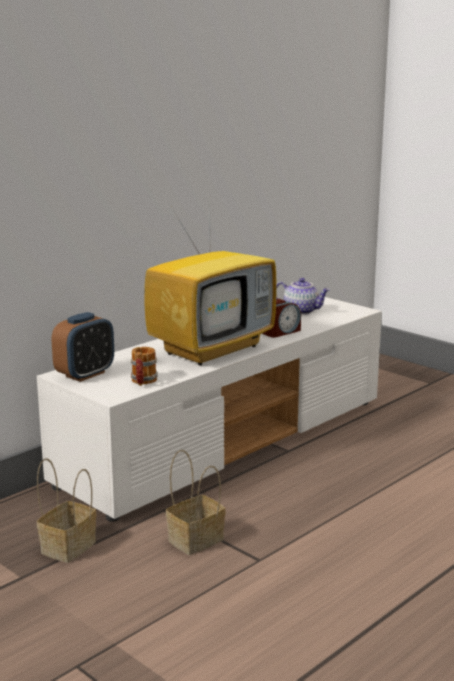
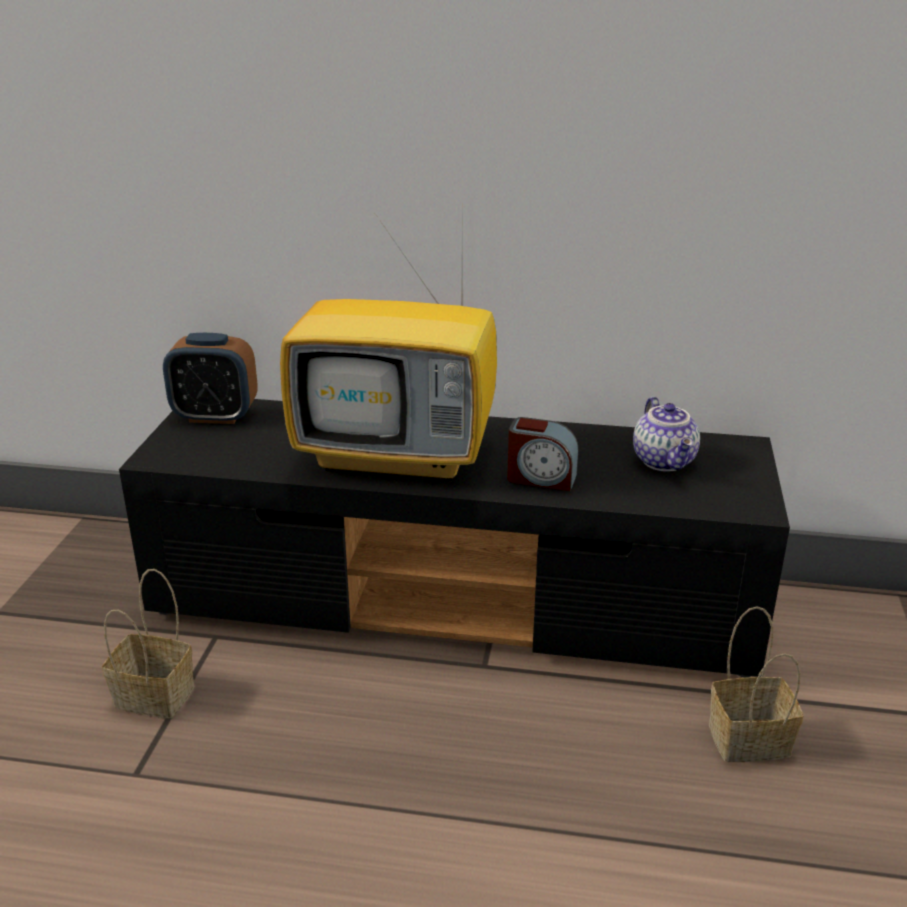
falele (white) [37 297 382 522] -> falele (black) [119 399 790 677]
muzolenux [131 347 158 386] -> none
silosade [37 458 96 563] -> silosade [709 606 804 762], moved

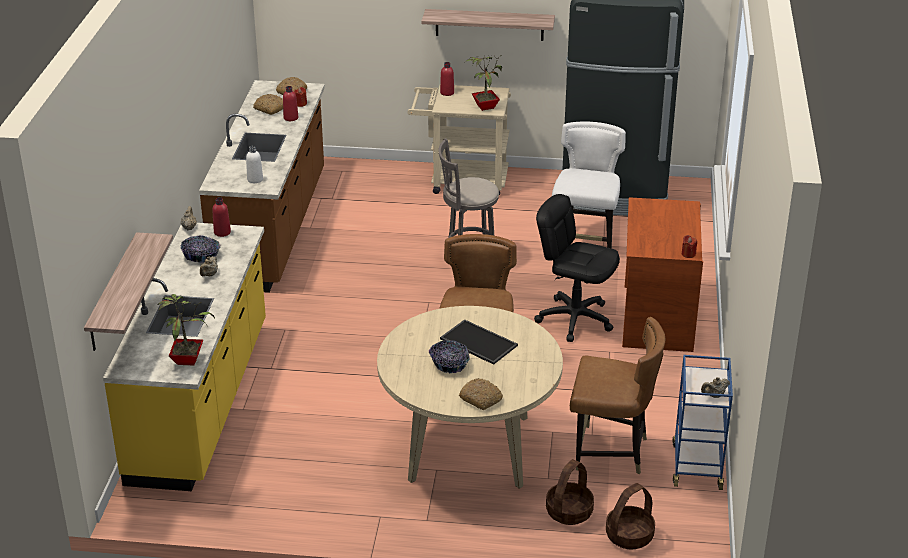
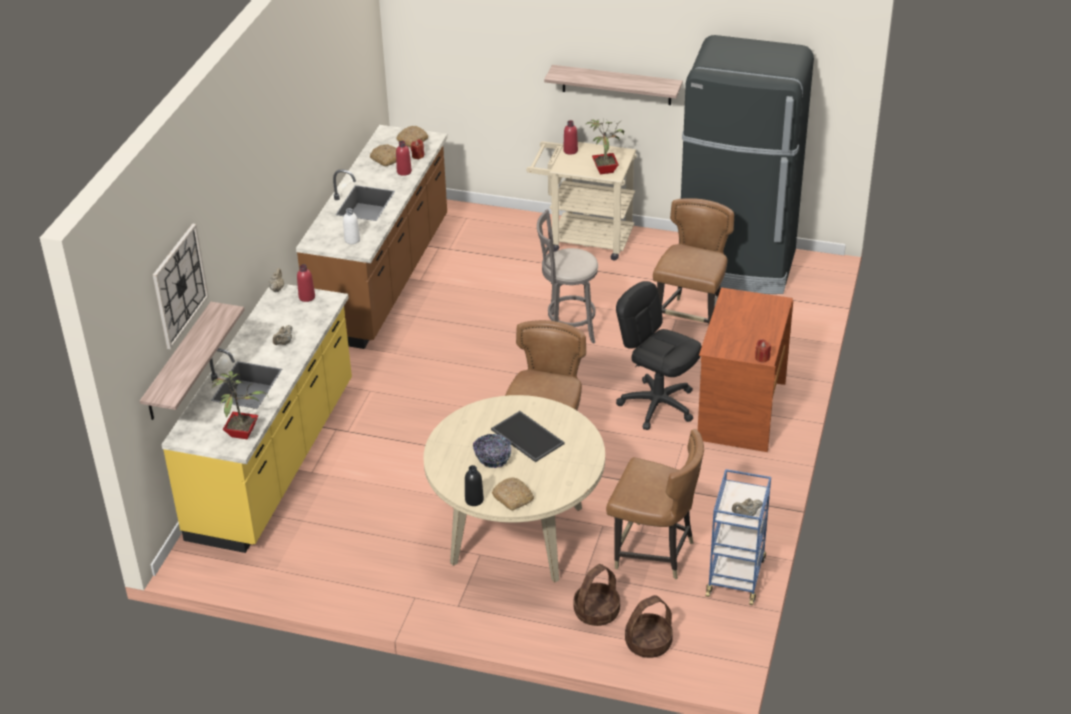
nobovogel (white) [552 121 626 249] -> nobovogel (brown) [653 198 734 323]
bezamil [180 235 221 263] -> none
none -> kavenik [153 224 209 349]
none -> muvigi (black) [465 465 484 506]

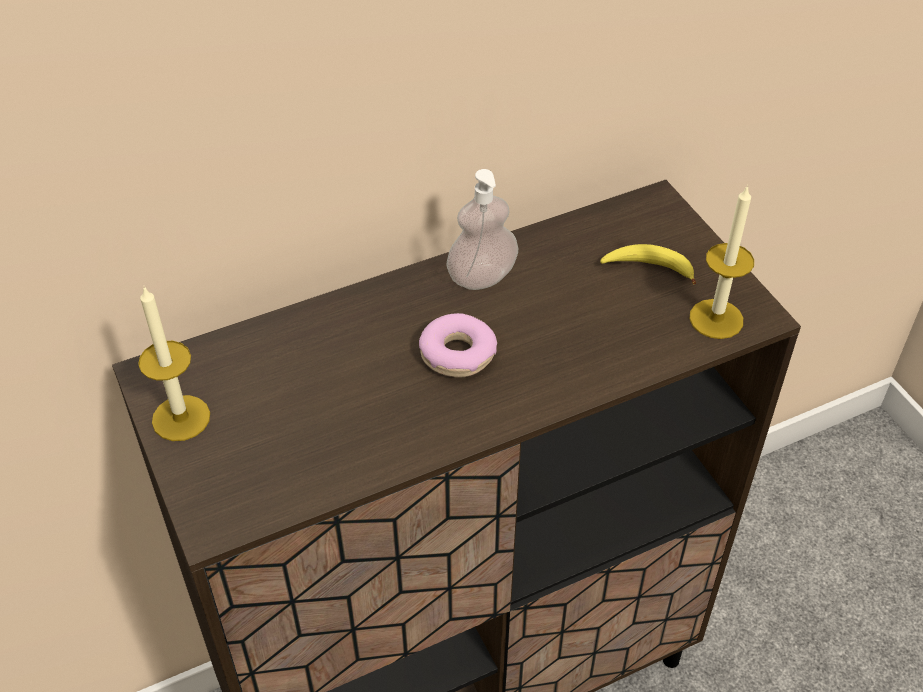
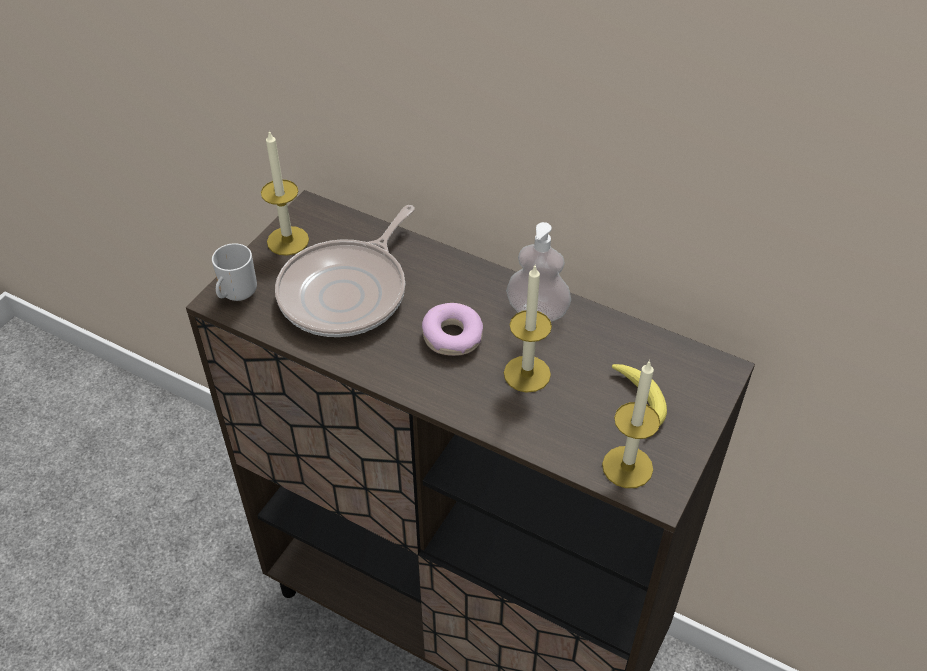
none -> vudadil [275 205 415 337]
none -> muzolenux [212 243 257 301]
none -> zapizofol [504 266 552 393]

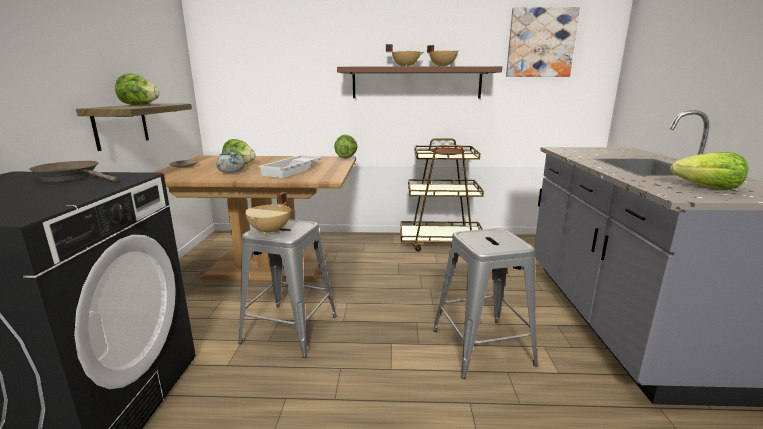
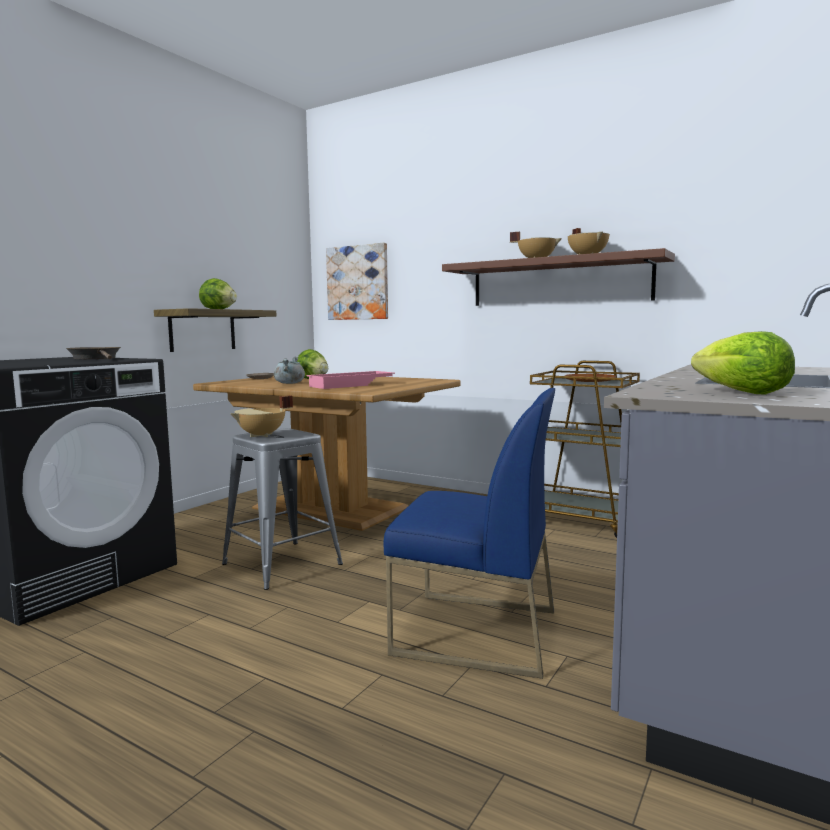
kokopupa [506 7 580 77] -> kokopupa [326 243 388 320], moved
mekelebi [334 134 358 159] -> none
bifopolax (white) [258 155 322 178] -> bifopolax (pink) [306 371 395 389]
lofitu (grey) [433 228 538 379] -> nobovogel (blue) [384 388 556 679]

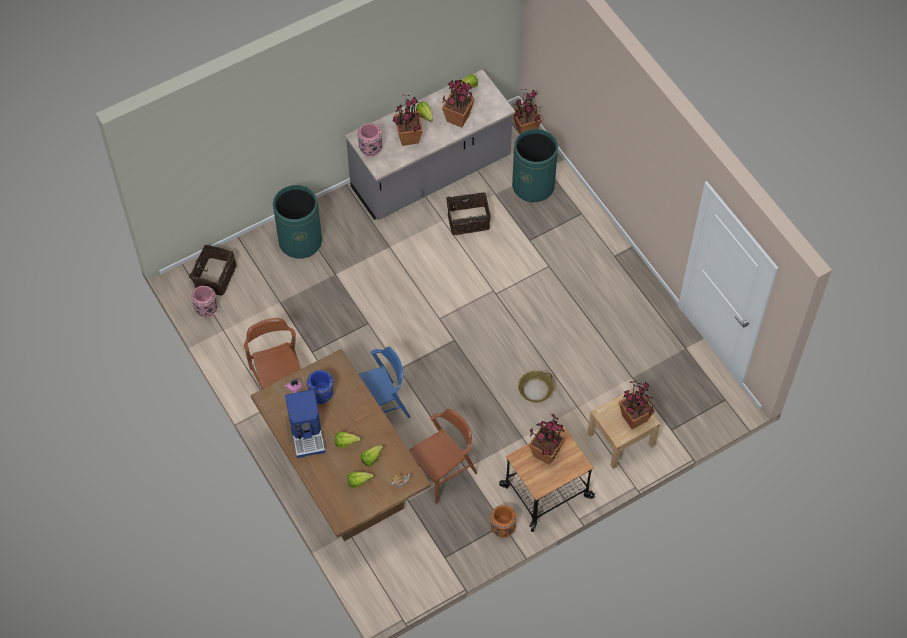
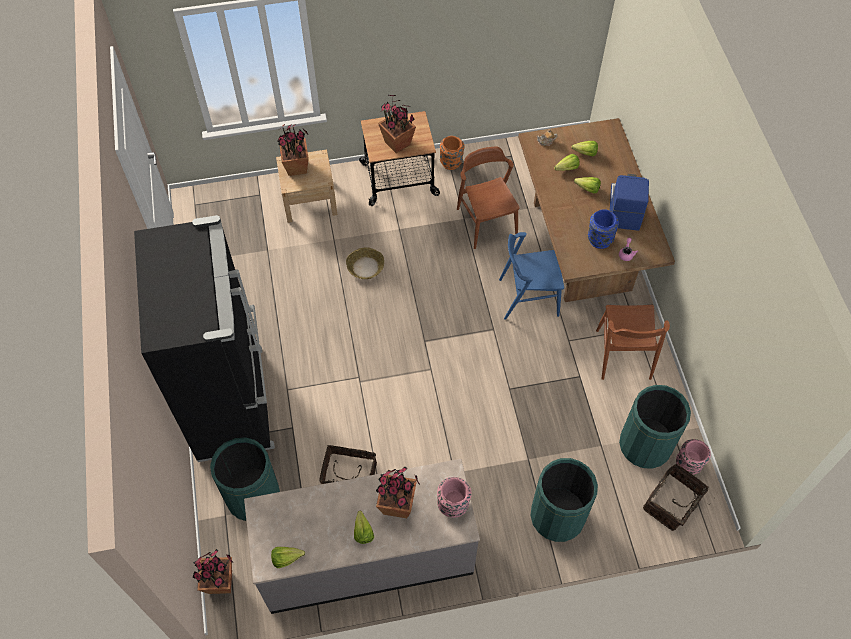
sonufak [442 80 475 127] -> none
nobovogel (brown) [409 409 477 504] -> nobovogel (brown) [457 147 520 249], 90 degrees clockwise
none -> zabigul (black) [134 215 275 462]
none -> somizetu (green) [619 385 691 469]

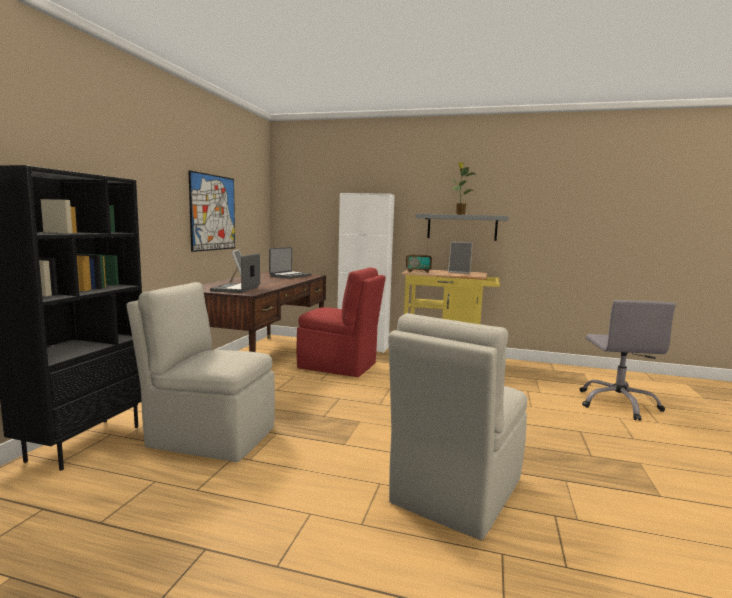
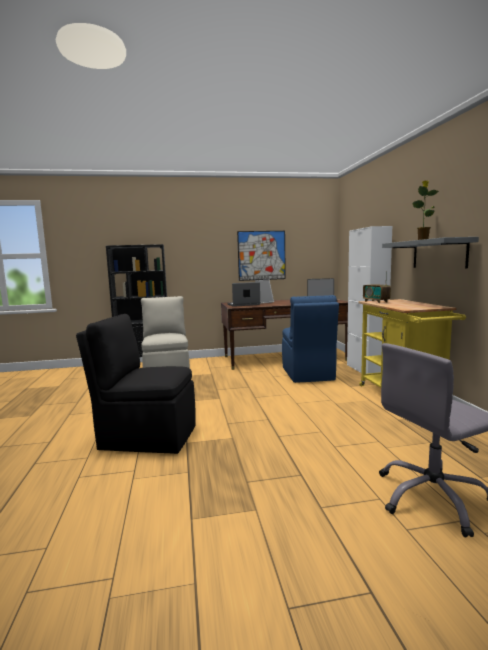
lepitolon [448 241 473 273] -> none
nobovogel (red) [297 267 386 377] -> nobovogel (blue) [282 295 339 383]
nobovogel (beige) [388 313 527 540] -> nobovogel (black) [76 314 196 454]

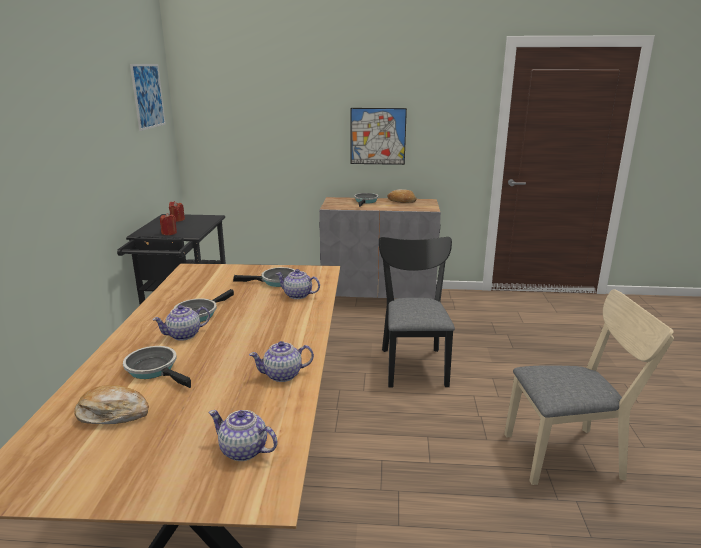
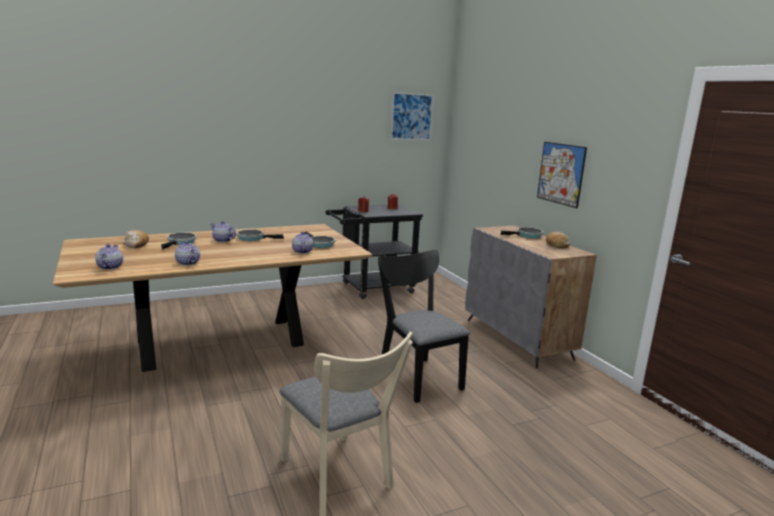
nobovogel (black) [379 237 455 387] -> nobovogel (black) [378 250 470 403], 90 degrees counterclockwise

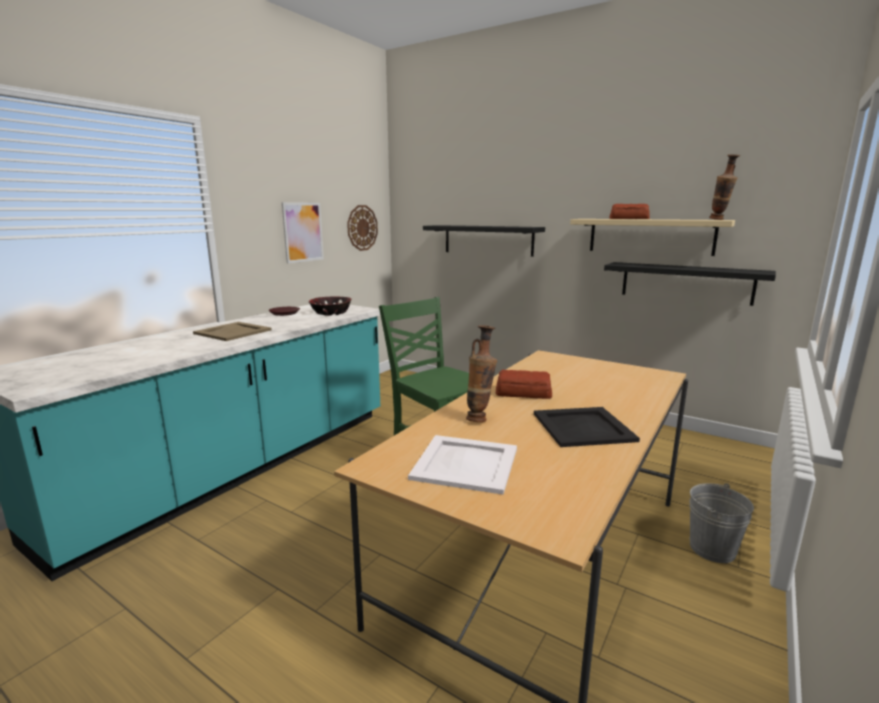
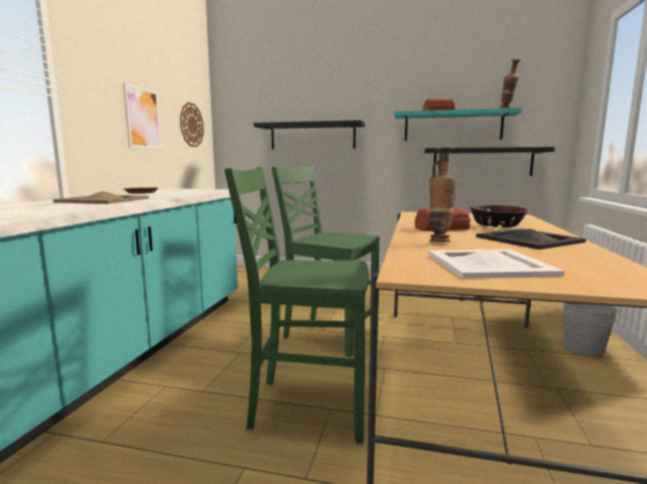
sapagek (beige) [570 219 735 256] -> sapagek (turquoise) [394 108 522 141]
bezamil [309 296 352 316] -> bezamil [470 205 529 228], moved
none -> nobovogel (green) [224 167 369 444]

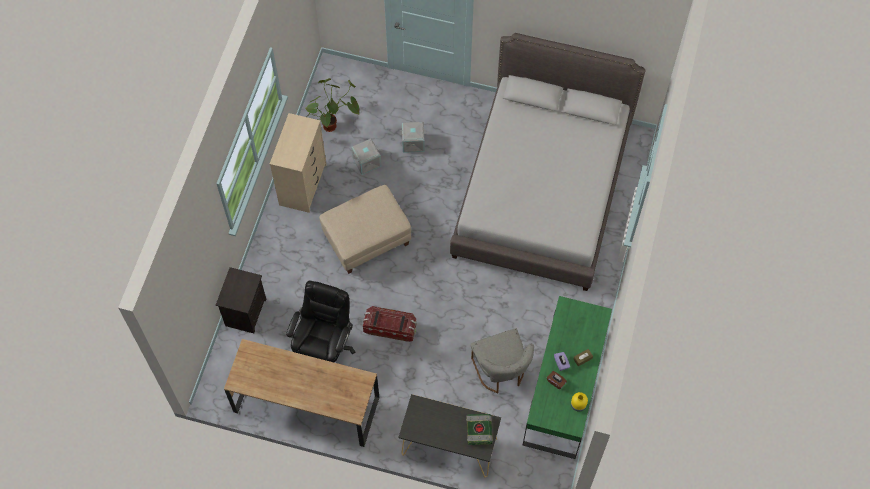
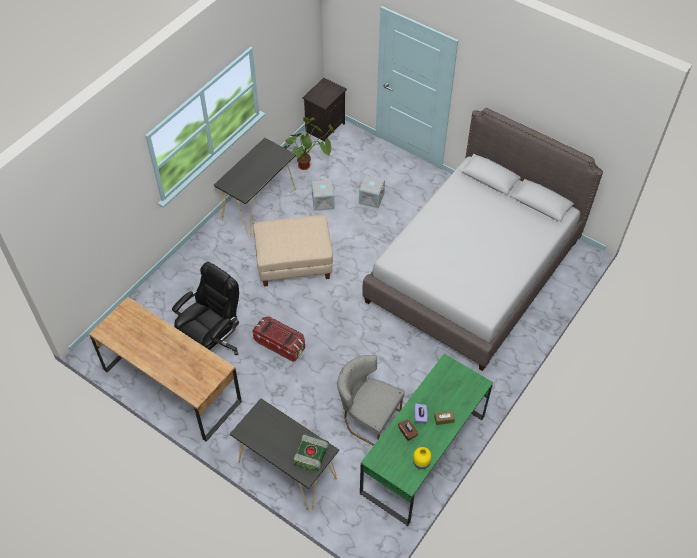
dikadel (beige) [270 113 327 213] -> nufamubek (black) [214 138 296 236]
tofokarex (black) [216 267 266 333] -> tofokarex (black) [302 78 347 142], moved
nobovogel (grey) [471 329 534 394] -> nobovogel (grey) [337 355 405 446], 120 degrees clockwise

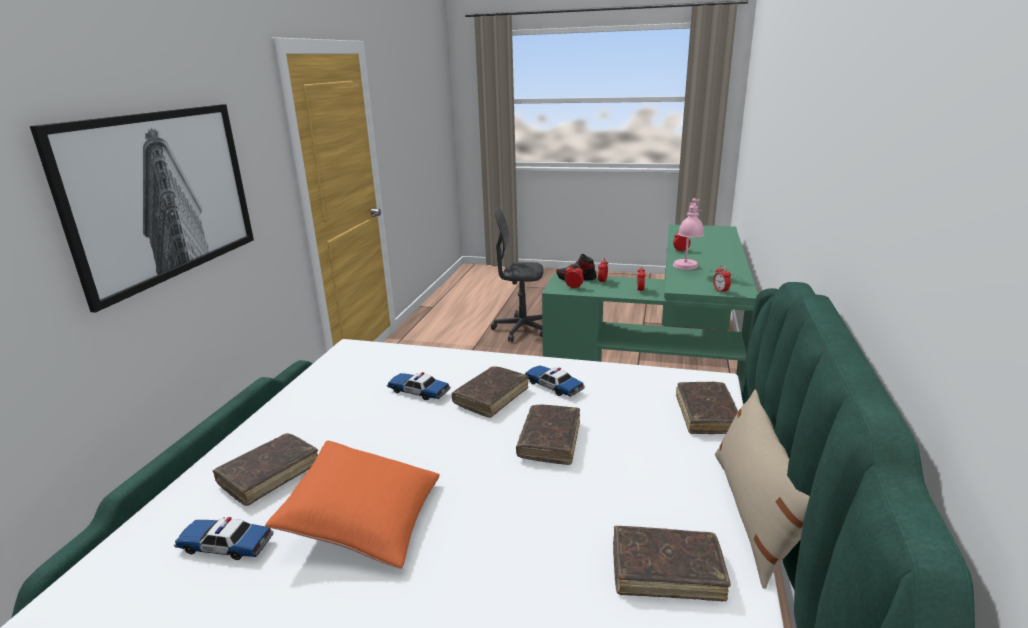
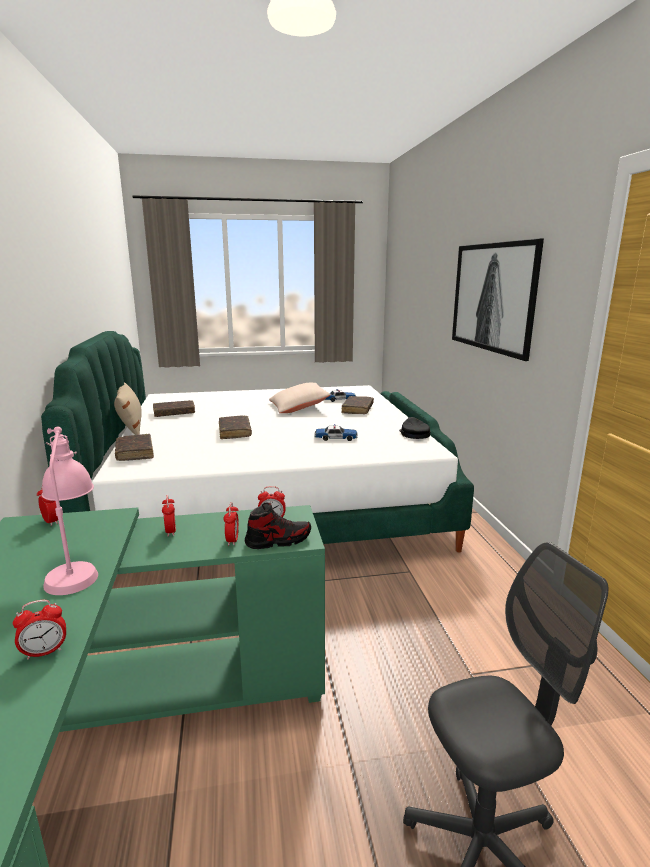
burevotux [525 365 585 397] -> none
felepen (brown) [451 366 528 418] -> none
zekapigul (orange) [265 441 440 569] -> zekapigul (beige) [269 383 331 413]
none -> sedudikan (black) [399 417 430 439]

